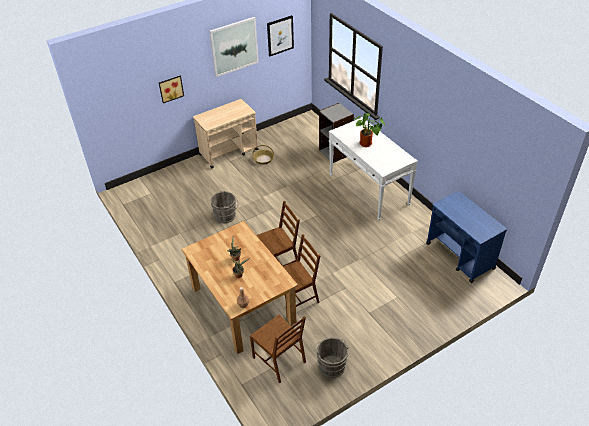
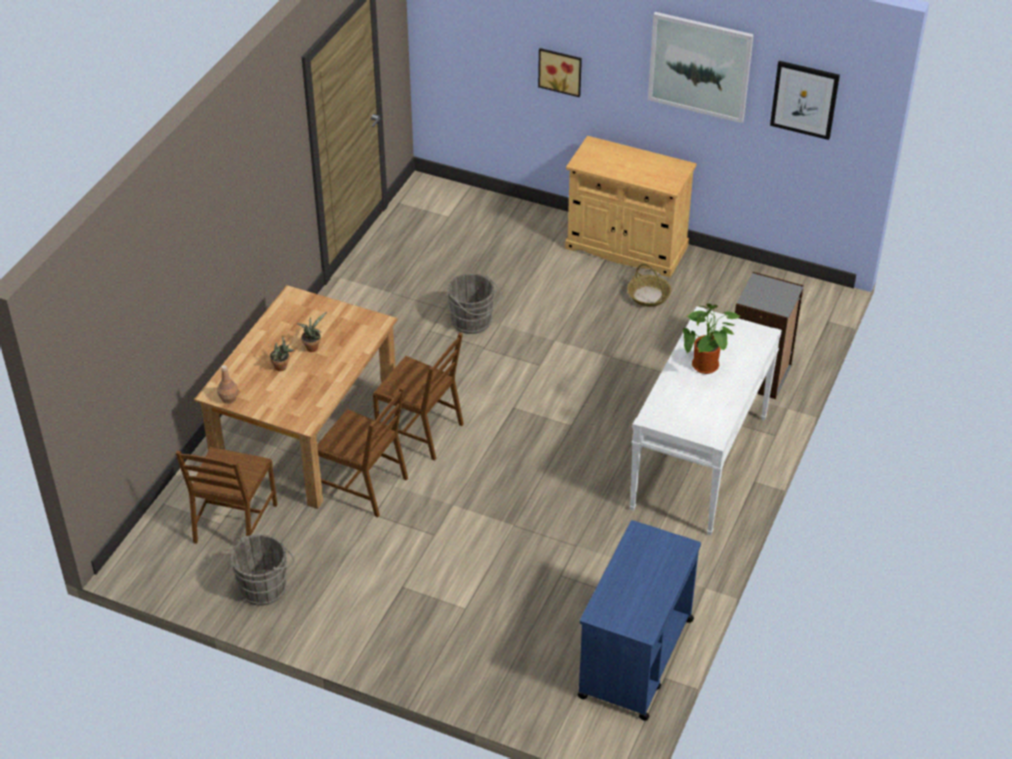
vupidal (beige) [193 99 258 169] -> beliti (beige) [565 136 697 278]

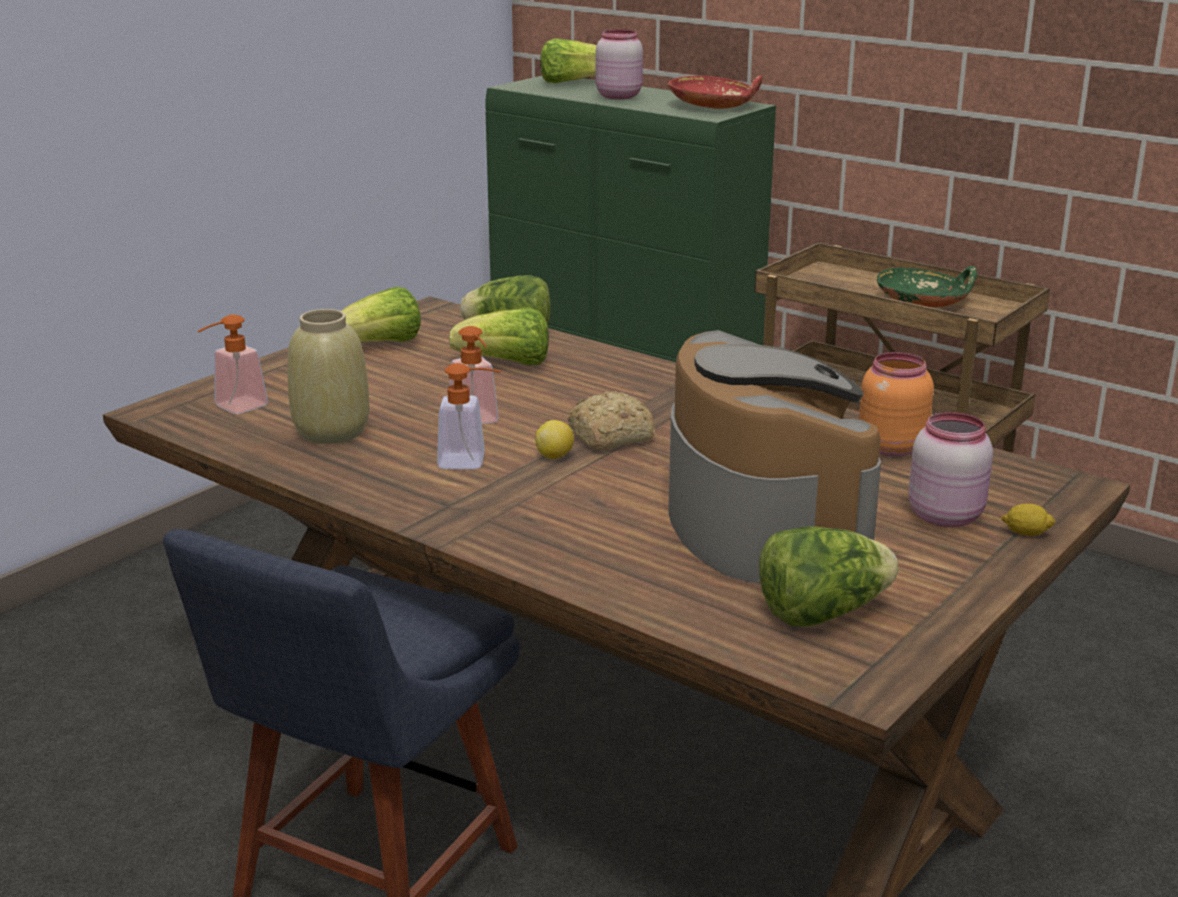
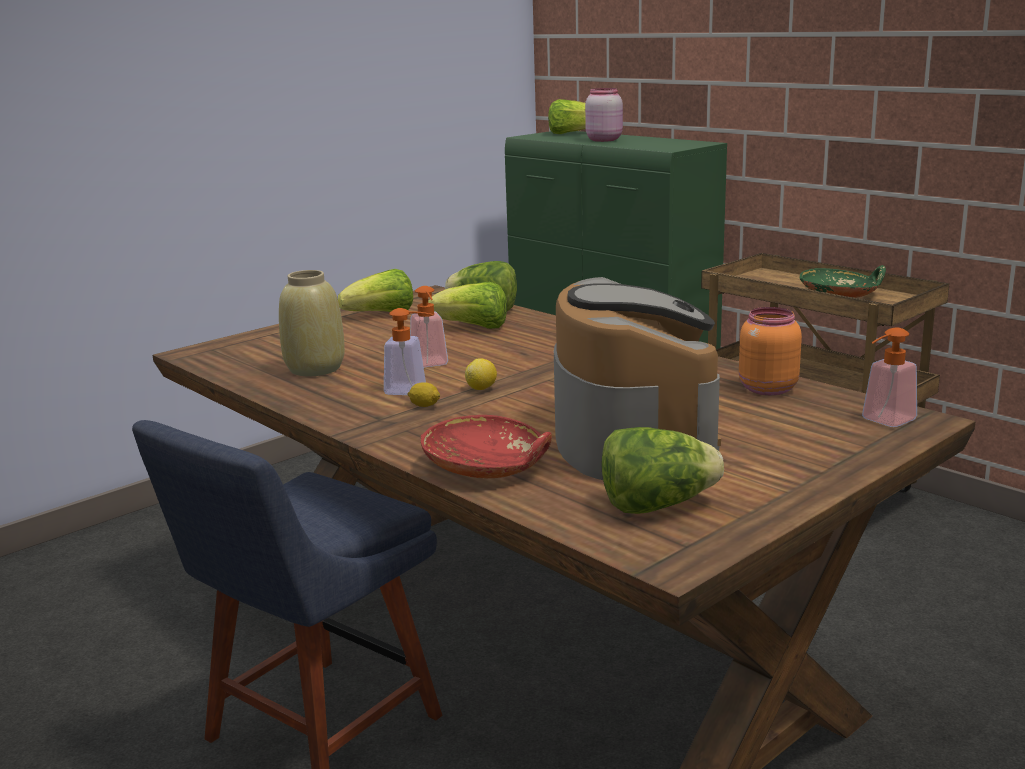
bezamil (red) [667 75 763 109] -> bezamil (red) [420 415 552 478], moved
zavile [198 314 268 414] -> zavile [862 327 917 427], moved
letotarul [567 391 655 450] -> none
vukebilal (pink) [908 412 993 527] -> none
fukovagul [1001 504 1056 536] -> fukovagul [407 382 440 407], moved

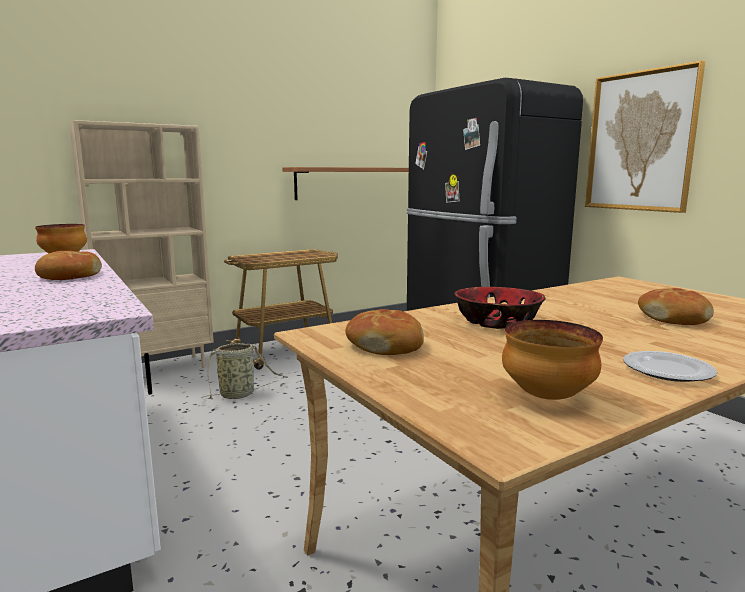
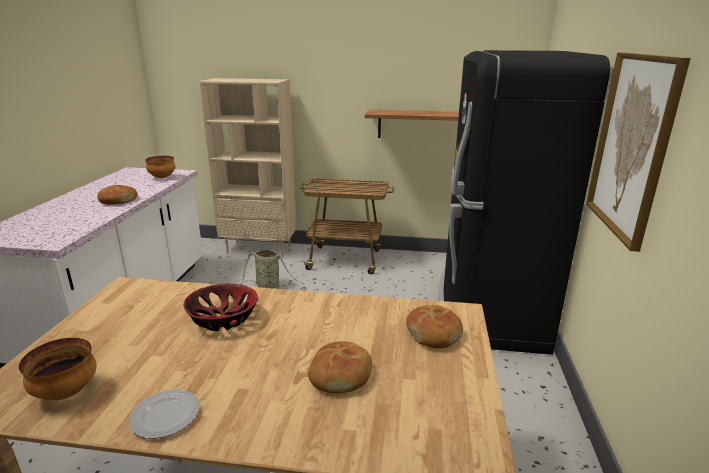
letotarul [345 309 424 355] -> letotarul [406 305 463 348], moved

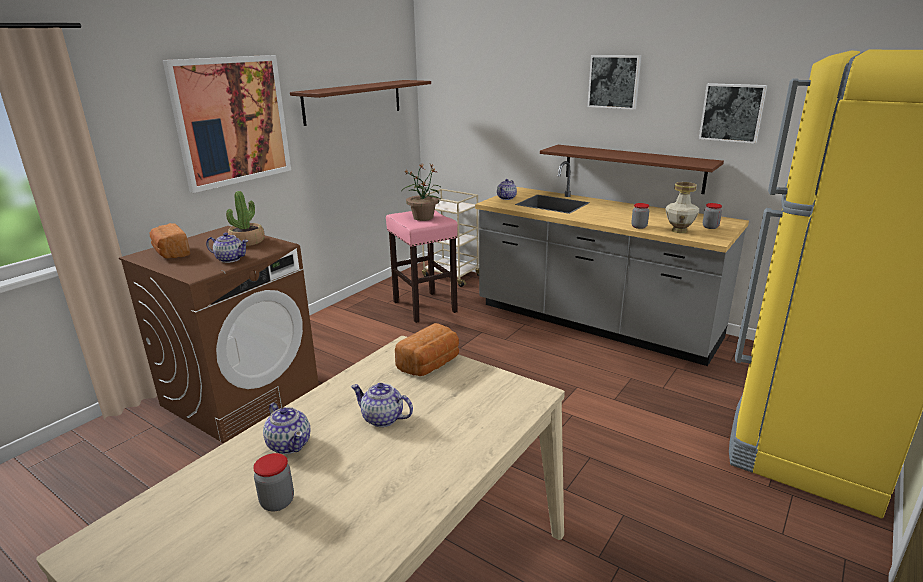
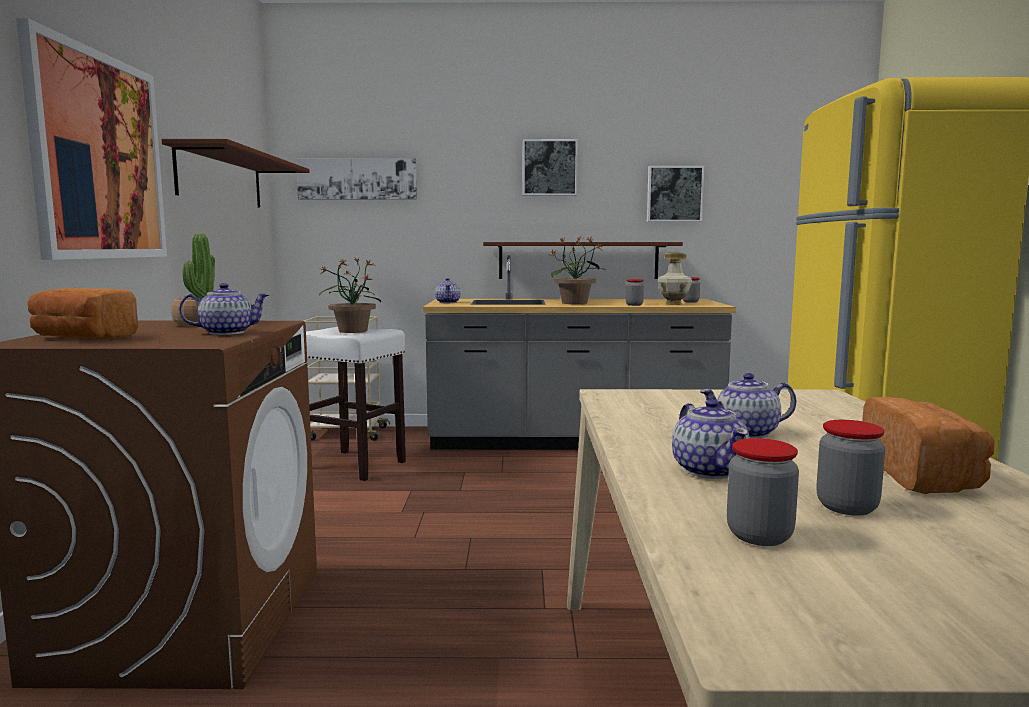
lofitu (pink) [386 210 458 323] -> lofitu (white) [305 327 406 481]
letotarul [395 323 459 376] -> letotarul [862 397 995 494], moved
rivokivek [263 403 311 454] -> rivokivek [672 399 750 479], 60 degrees clockwise
none -> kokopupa [296 158 417 200]
none -> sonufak [550 236 607 304]
none -> vukebilal [727 438 799 546]

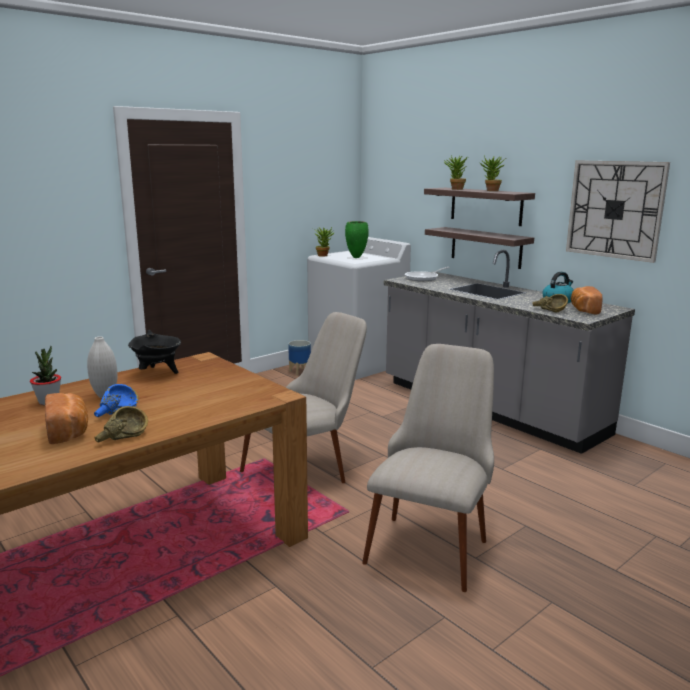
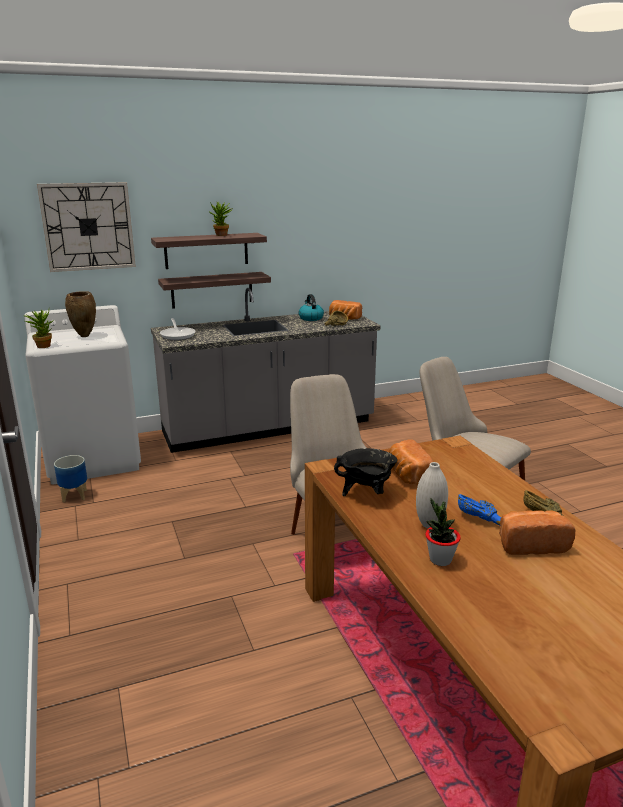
sonufak [444 155 468 190] -> none
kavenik [566 160 670 263] -> kavenik [37 182 136 272], moved
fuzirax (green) [345 221 369 258] -> fuzirax (brown) [65 291 96 337]
none -> letotarul [389 439 433 484]

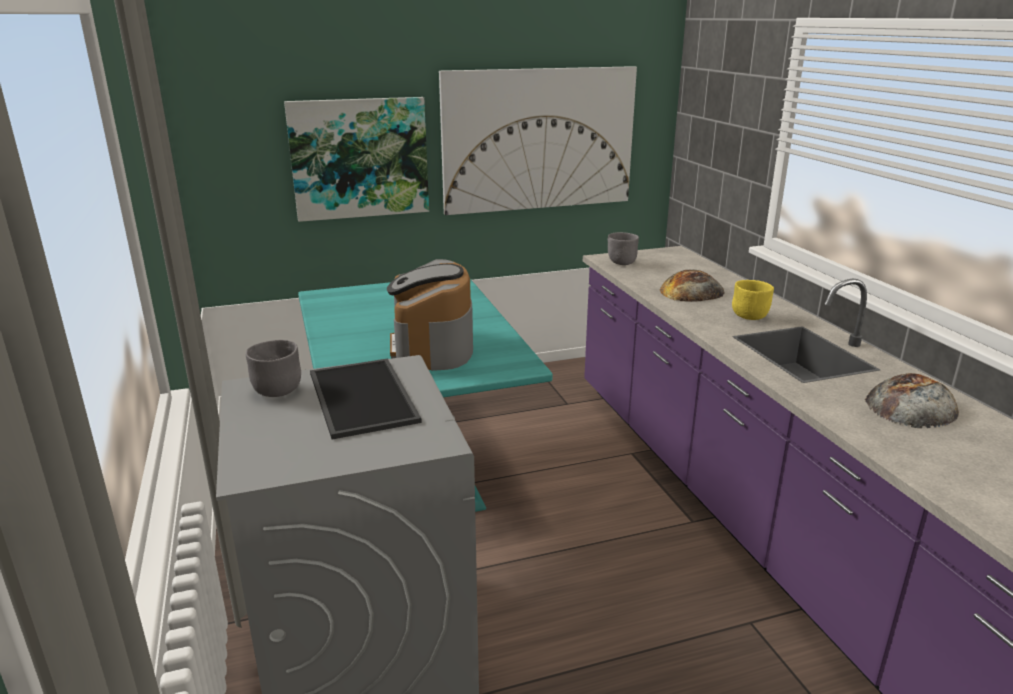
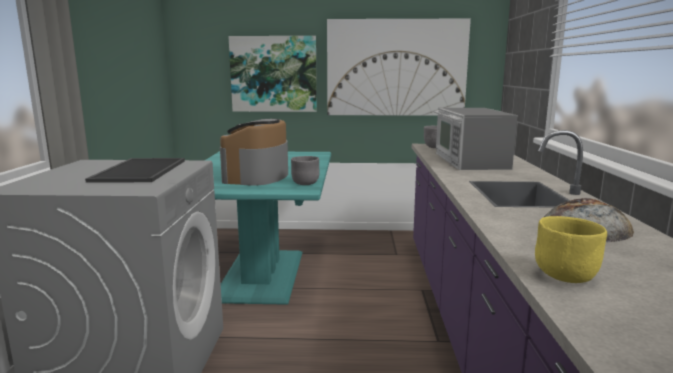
letotarul [659 269 725 302] -> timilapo [434 108 517 170]
bezamil (yellow) [732 280 774 320] -> bezamil (yellow) [535 216 607 283], moved
bezamil (grey) [246 340 301 397] -> bezamil (grey) [291 156 319 185], moved

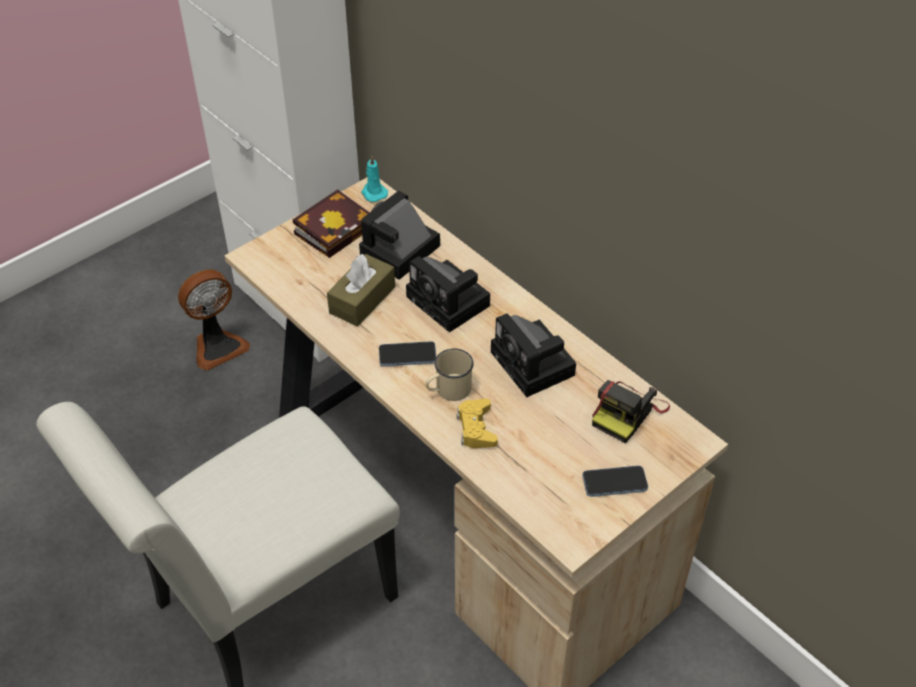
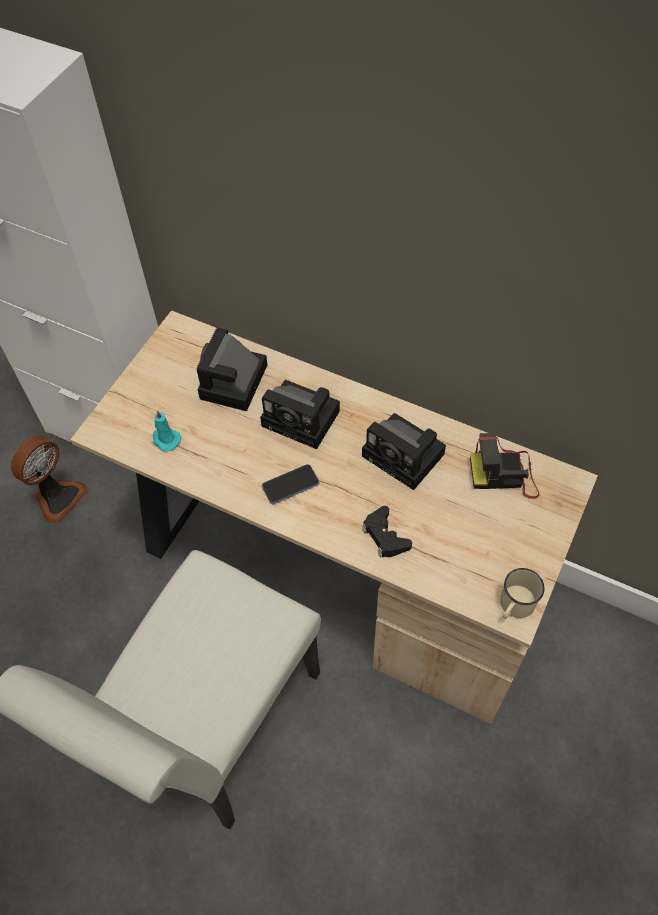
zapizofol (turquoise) [361 155 388 202] -> zapizofol (turquoise) [153 410 181 451], moved
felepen [293 189 370 258] -> none
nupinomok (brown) [327 253 395 327] -> none
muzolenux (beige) [425 349 474 401] -> muzolenux (beige) [500 568 545 619], moved
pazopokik [592 380 670 443] -> pazopokik [470 433 539 499], 75 degrees clockwise
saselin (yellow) [457 398 498 448] -> saselin (black) [362 506 412 558]
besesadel [582 466 648 497] -> none

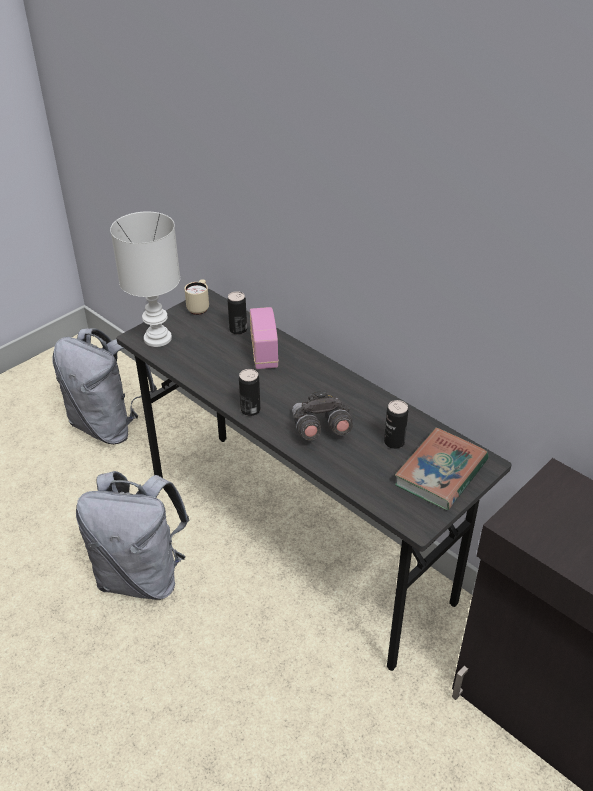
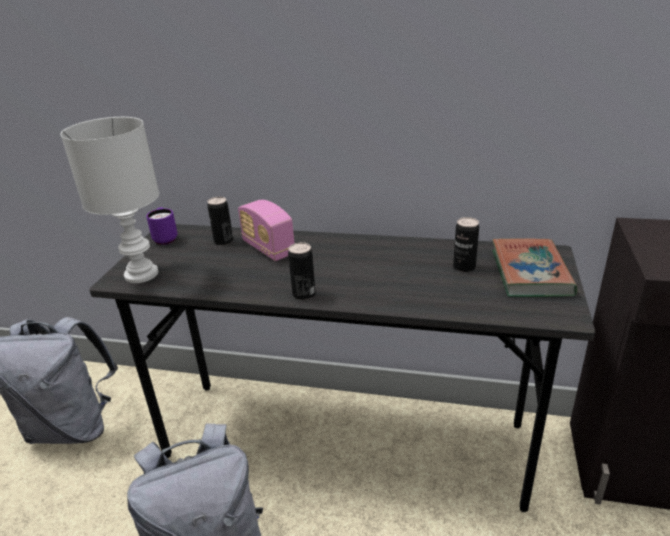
muzolenux (beige) [184 279 209 315] -> muzolenux (purple) [146 207 178 245]
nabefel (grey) [292 390 353 441] -> none

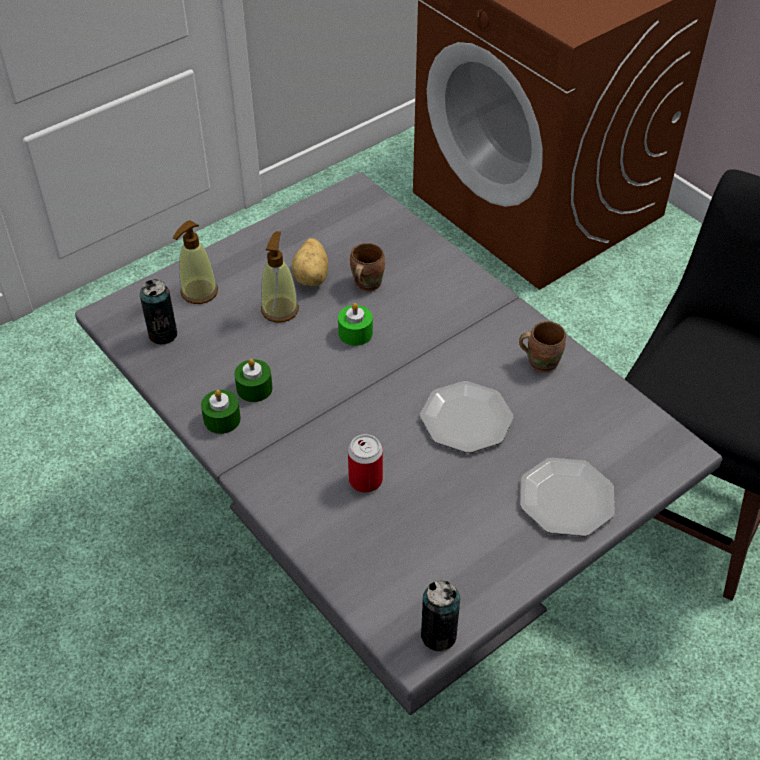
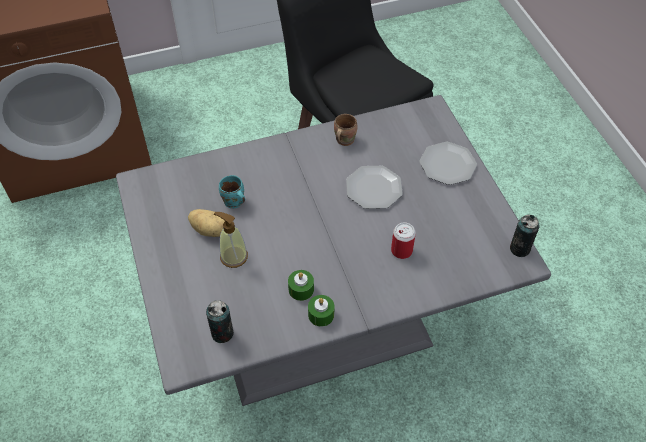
zavile [173 220 218 304] -> none
muzolenux (brown) [350 243 385 291] -> muzolenux (turquoise) [219 175 245 208]
zapizofol (green) [338 303 373 346] -> none

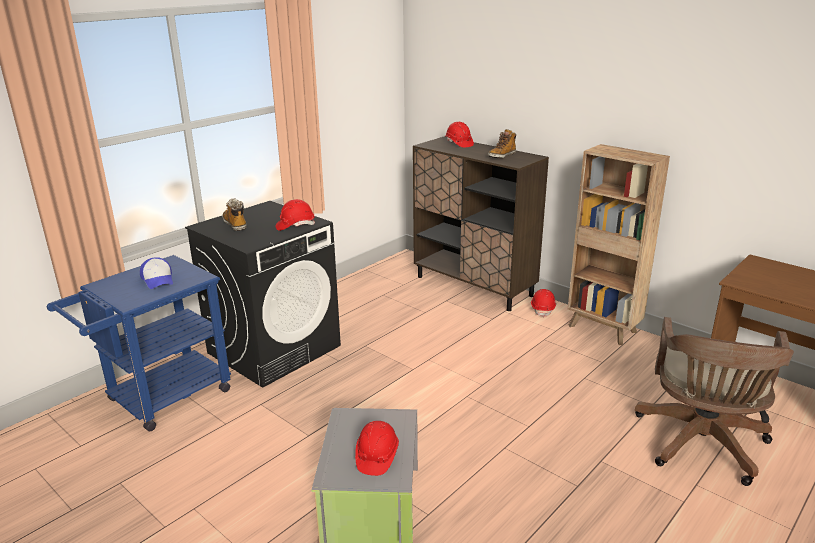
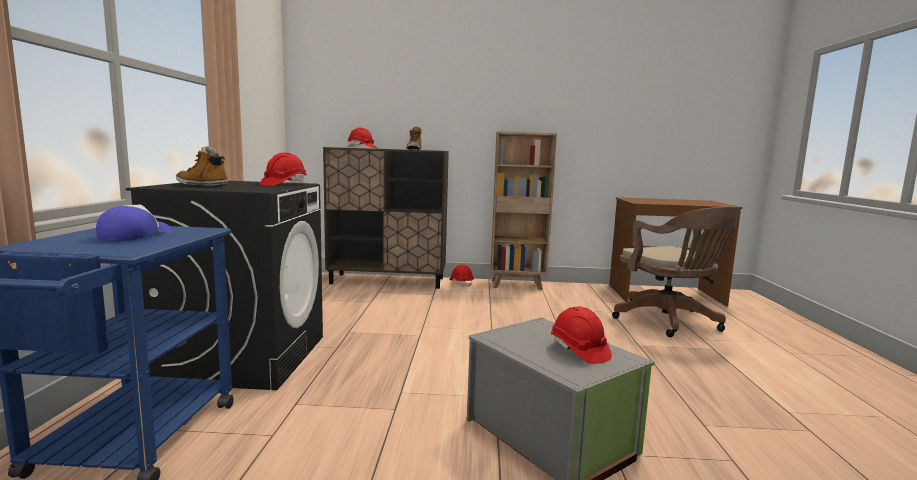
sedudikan [140 257 173 289] -> sedudikan [96 205 171 242], 105 degrees counterclockwise

